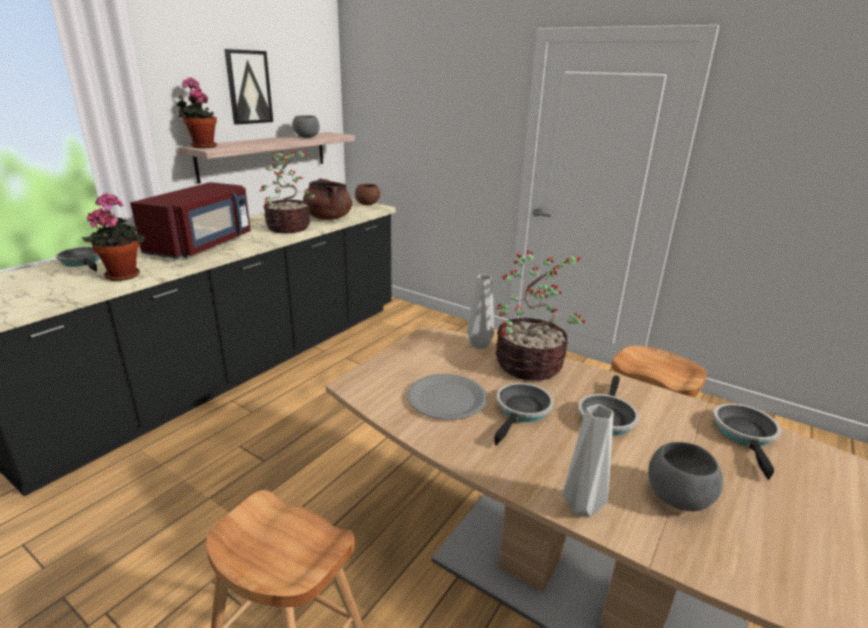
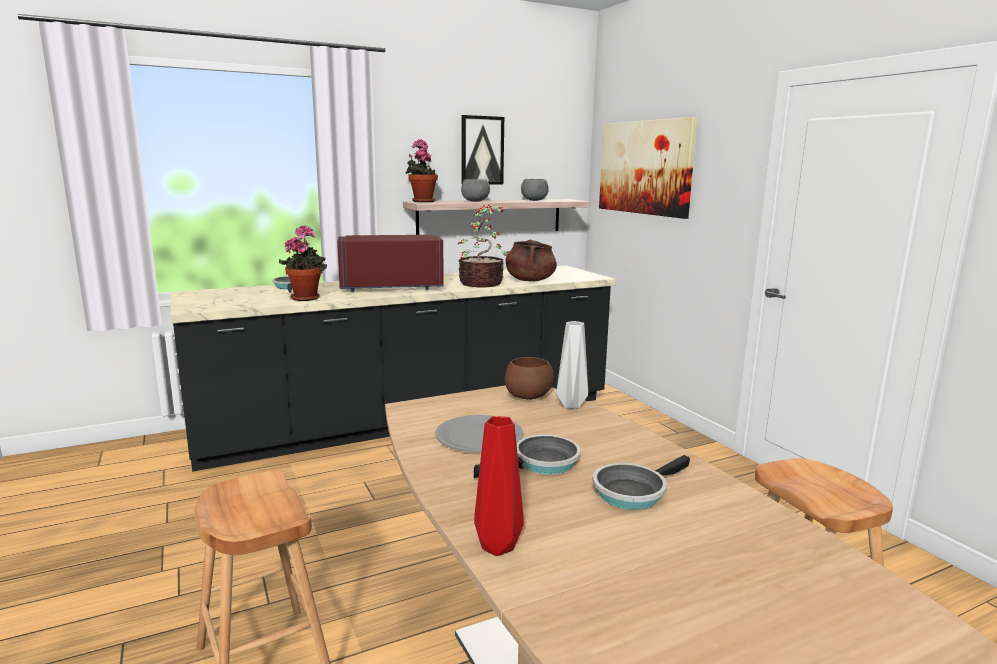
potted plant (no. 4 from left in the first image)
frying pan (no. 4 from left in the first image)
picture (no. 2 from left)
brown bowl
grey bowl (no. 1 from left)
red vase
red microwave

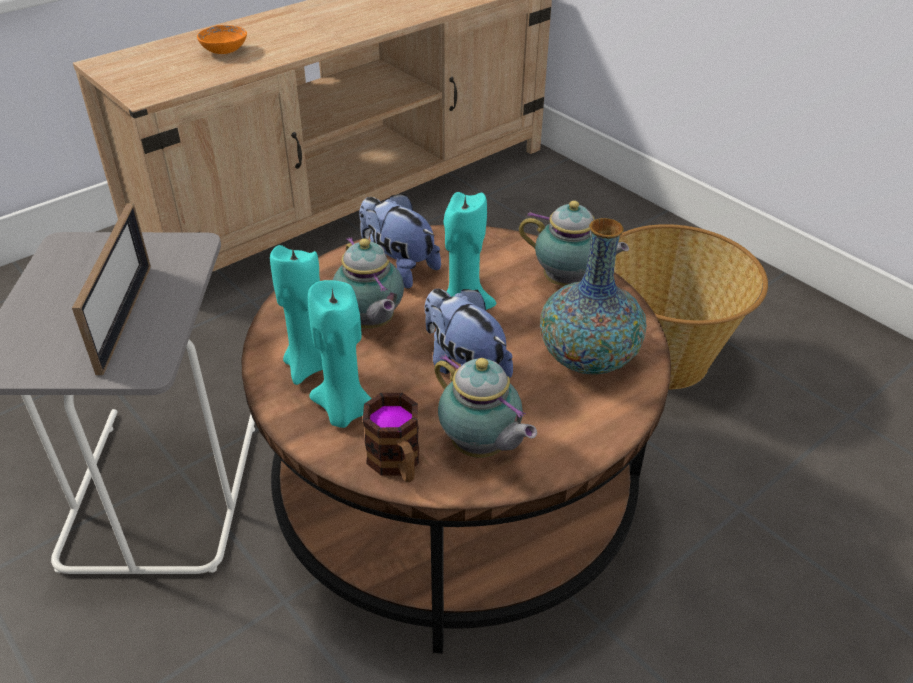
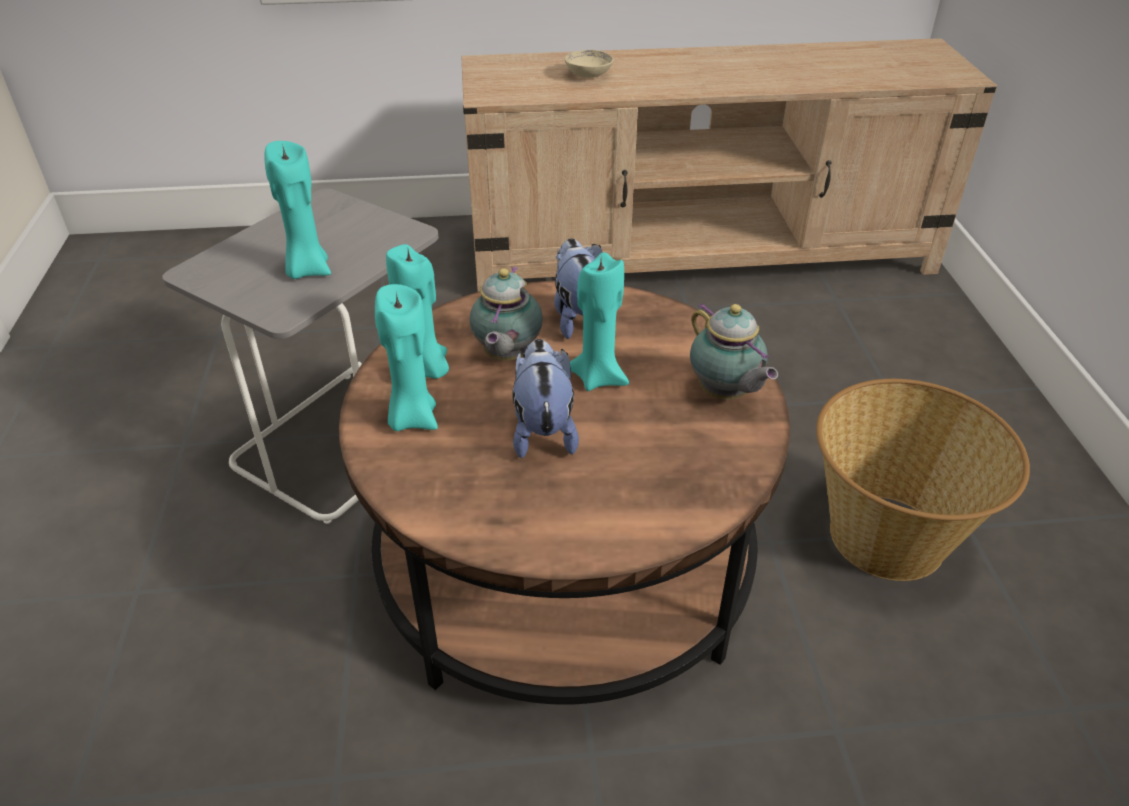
mug
teapot (no. 2 from left in the first image)
vase
turquoise candle (no. 1 from left)
beige bowl

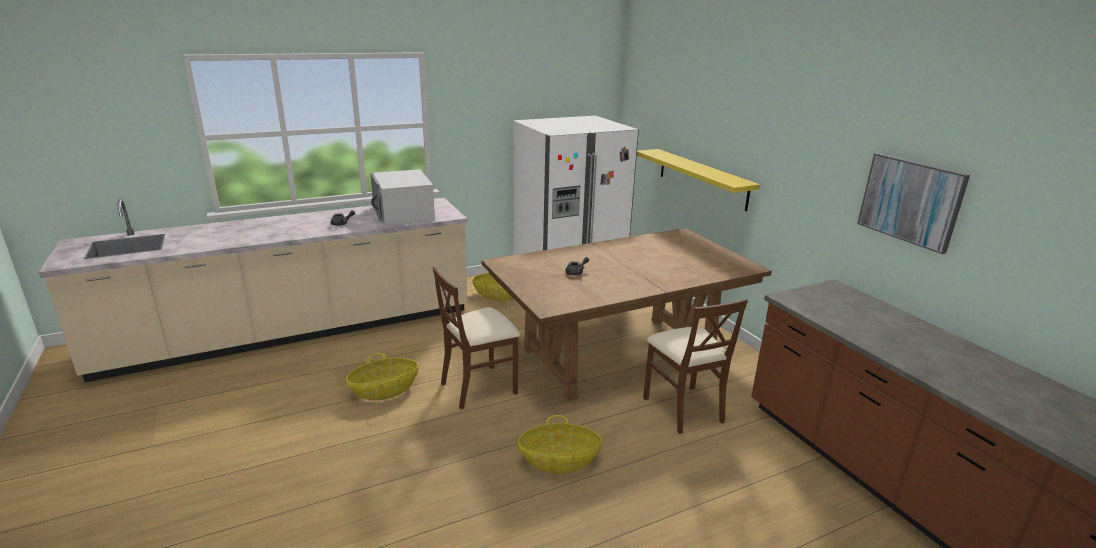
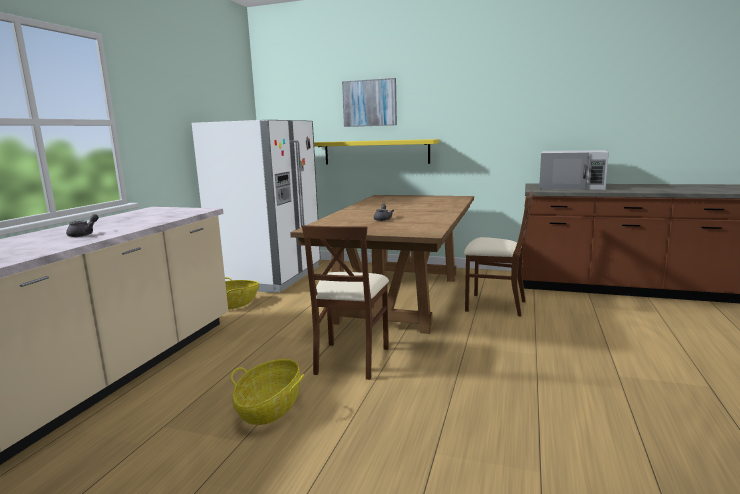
basket (no. 3 from left in the first image)
white microwave
picture

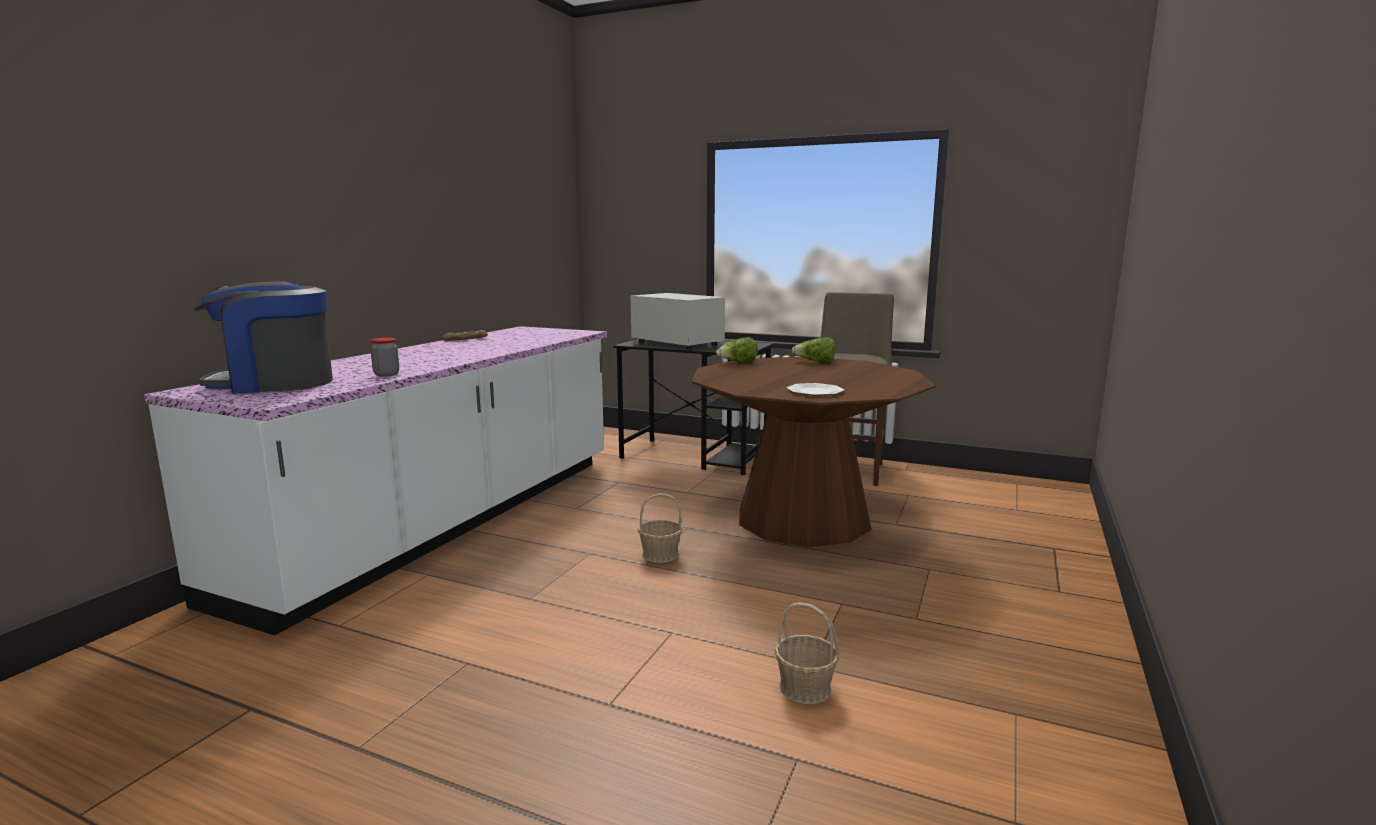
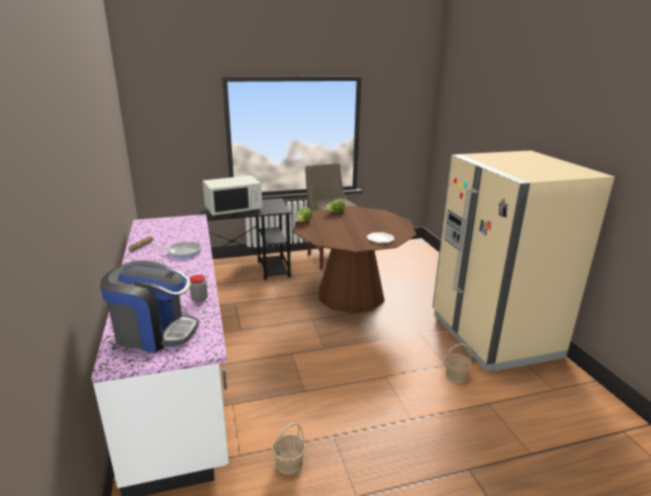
frying pan
beige fridge
basket (no. 1 from left)
coffee machine
white microwave

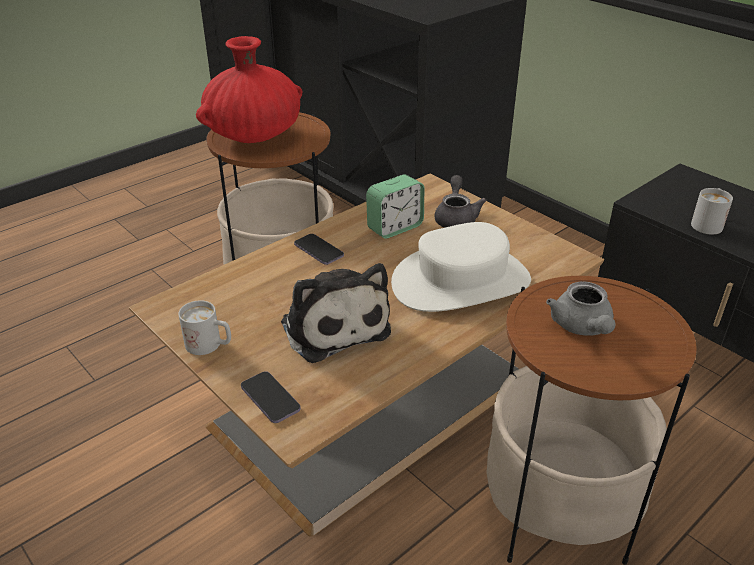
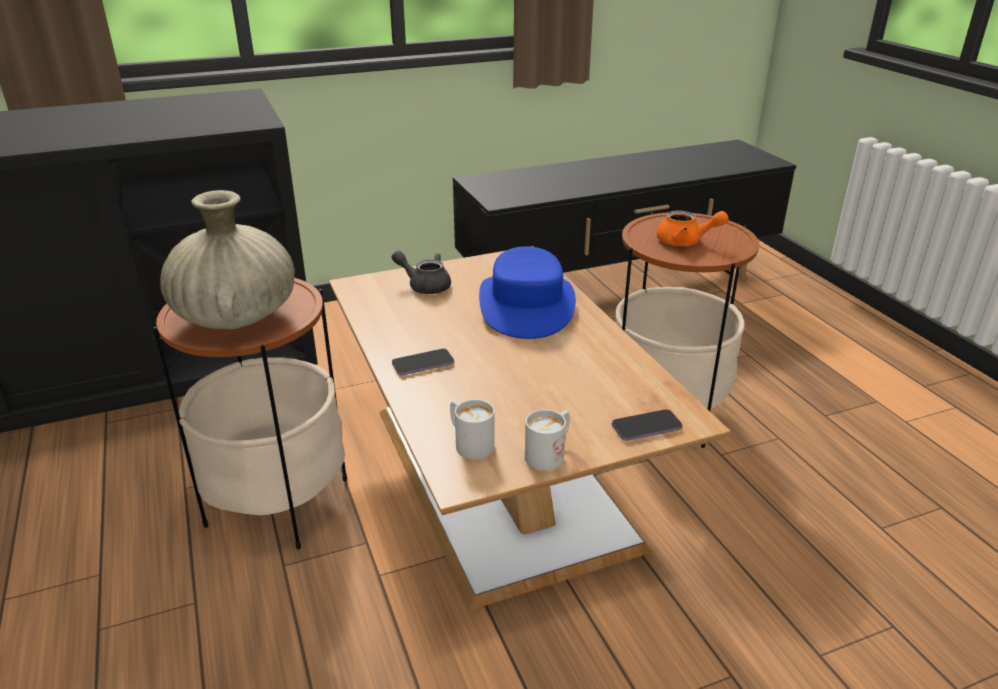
plush toy
alarm clock
white mug (no. 1 from left)
beige vase
blue hat
orange teapot

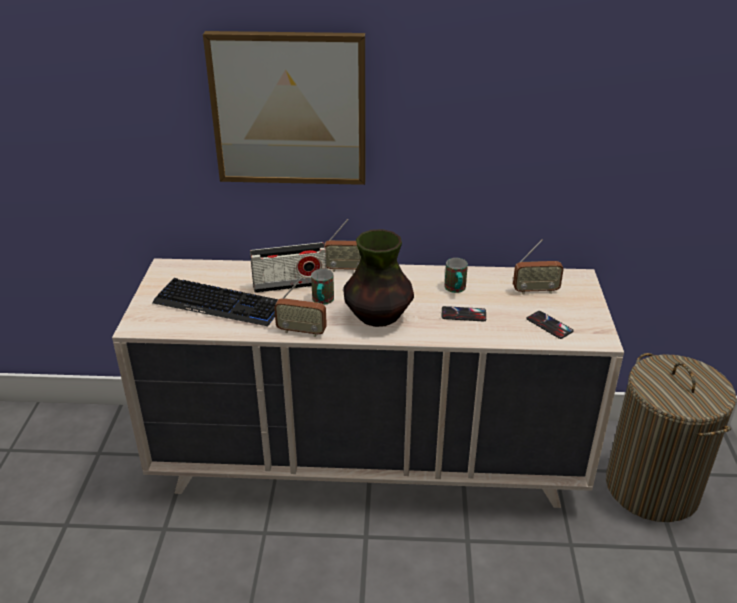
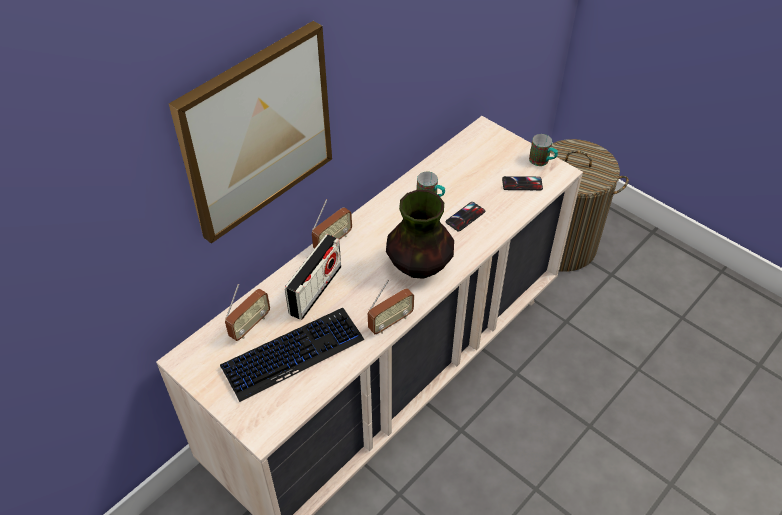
mug (no. 2 from left)
radio (no. 1 from left)

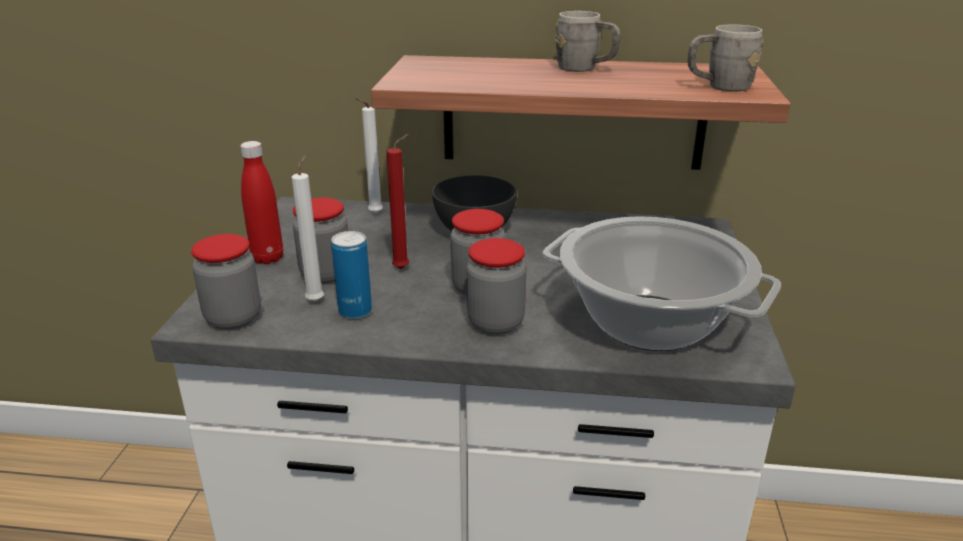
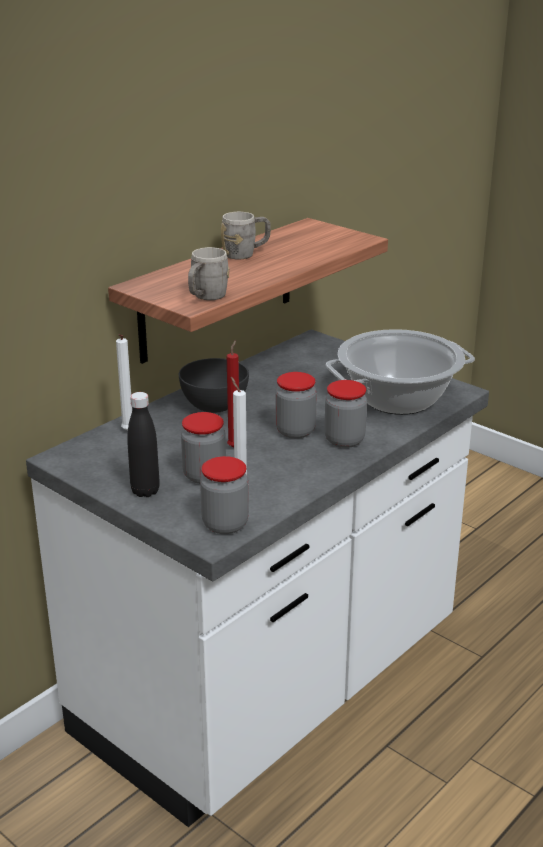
can
grey mug (no. 1 from left)
black bottle

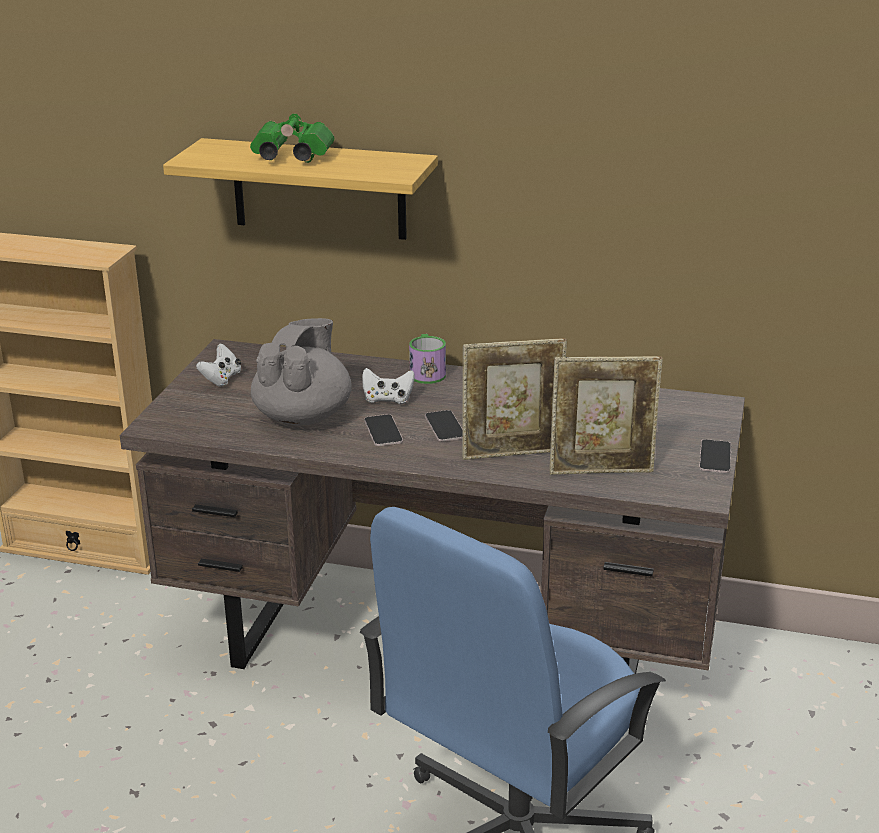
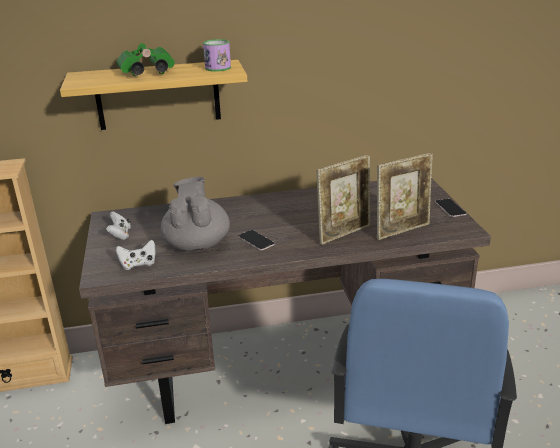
phone (no. 2 from left in the first image)
white game controller (no. 2 from left)
mug

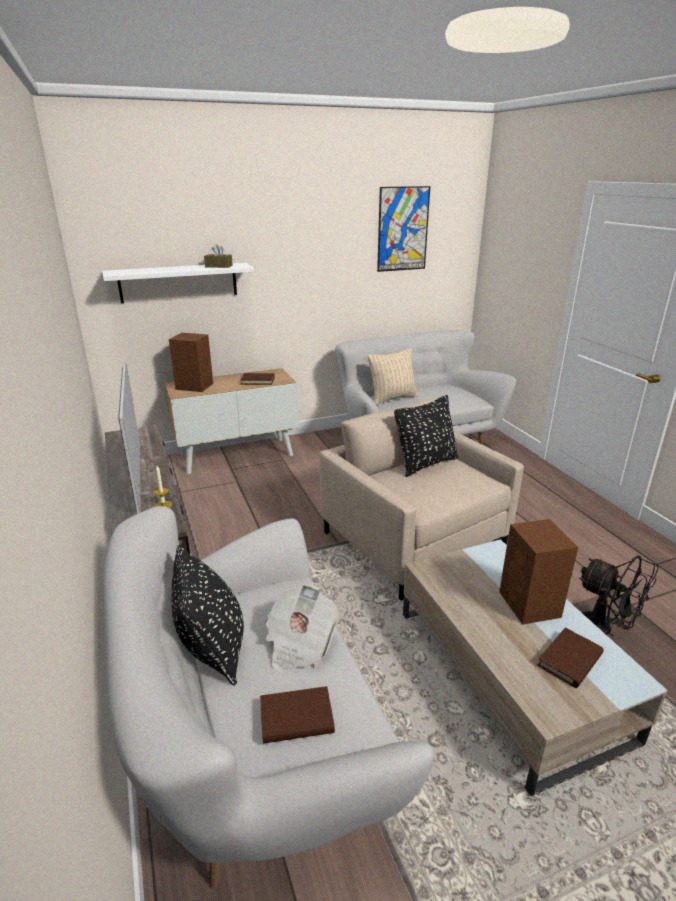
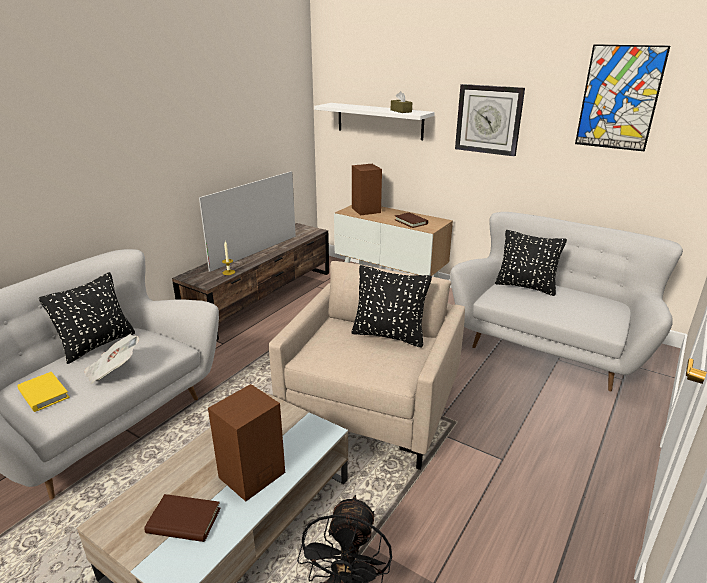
wall clock
yellow book
black pillow (no. 3 from left)

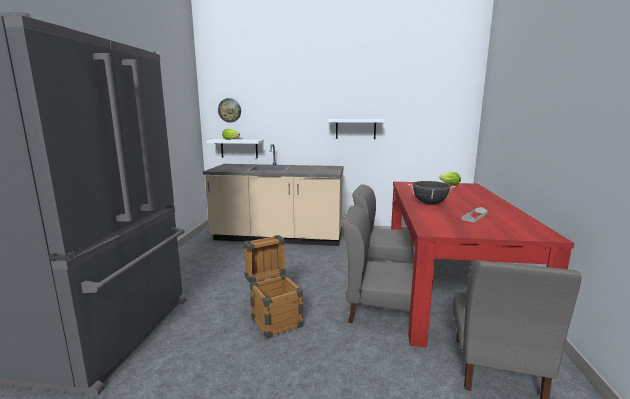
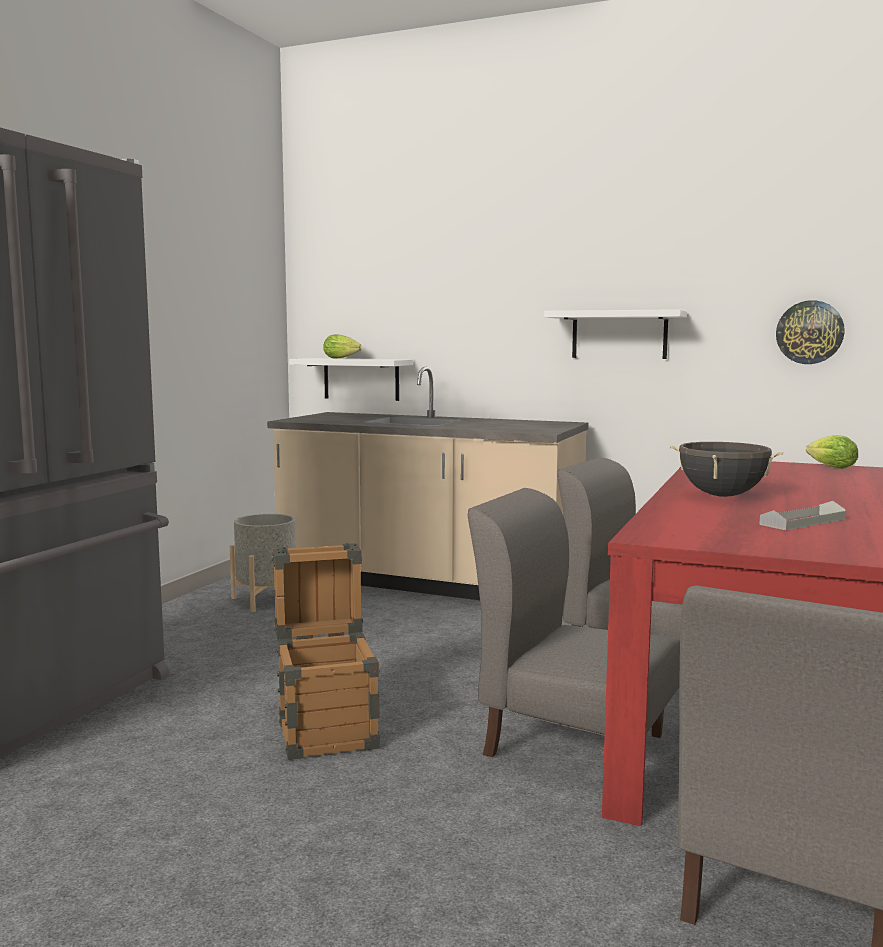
grey planter
wall clock

